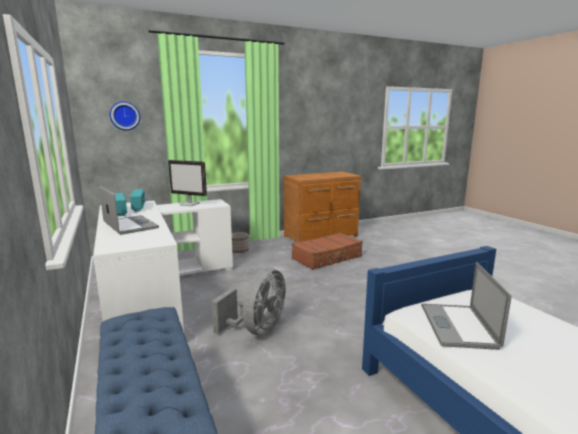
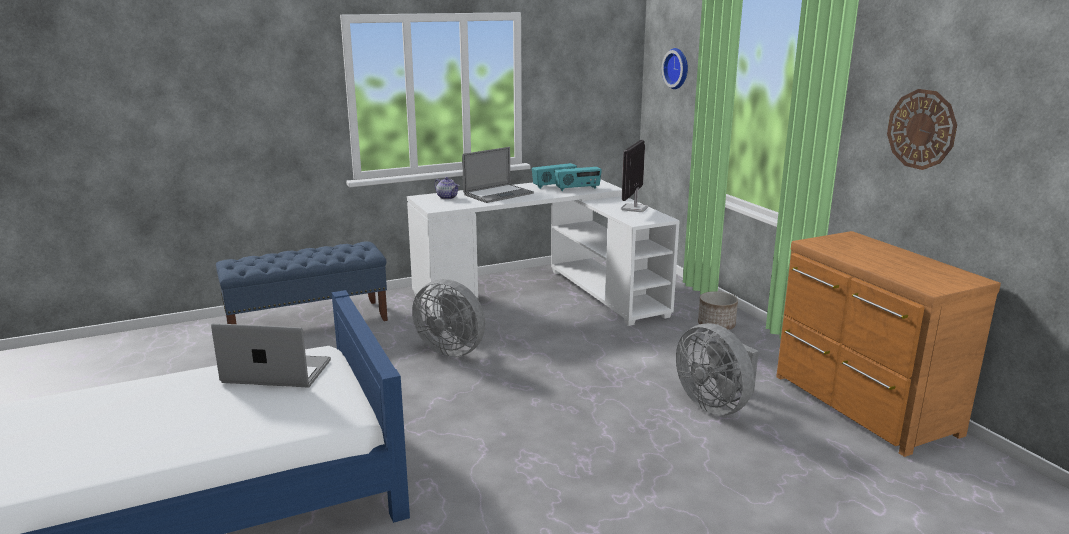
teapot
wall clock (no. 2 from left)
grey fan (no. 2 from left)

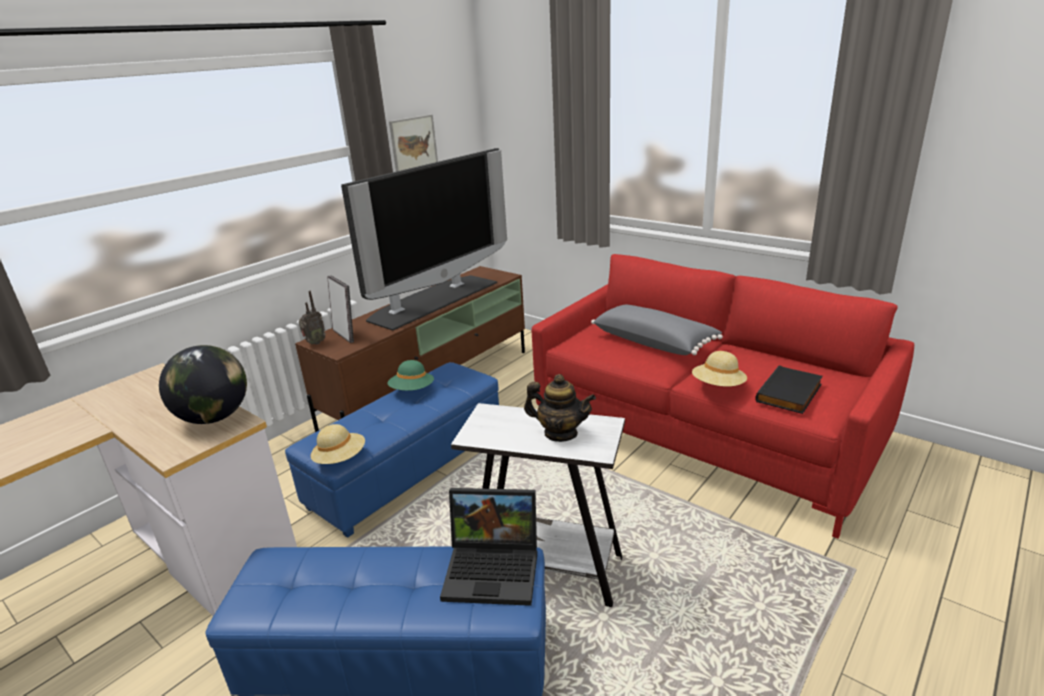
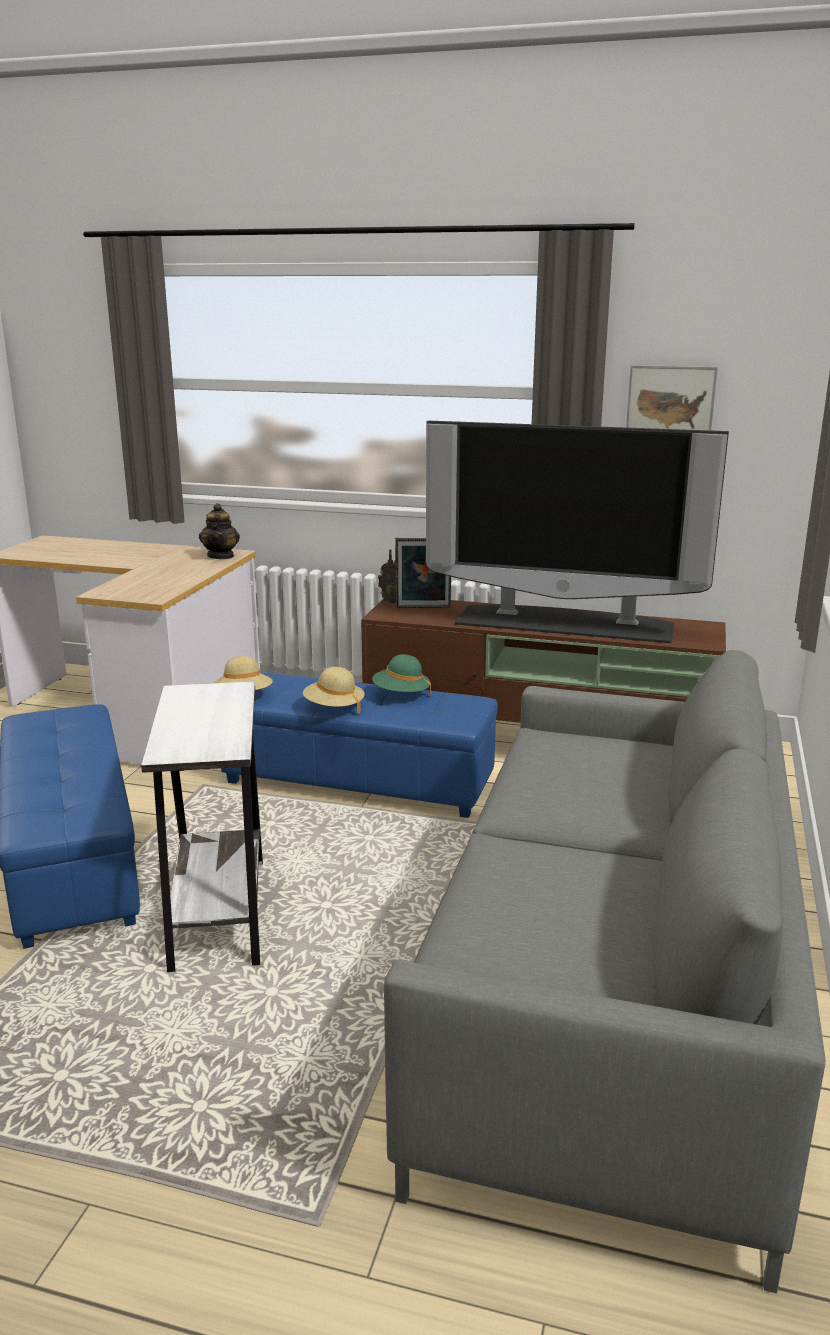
globe
laptop
grey pillow
black book
teapot
beige hat (no. 2 from left)
grey sofa
picture frame

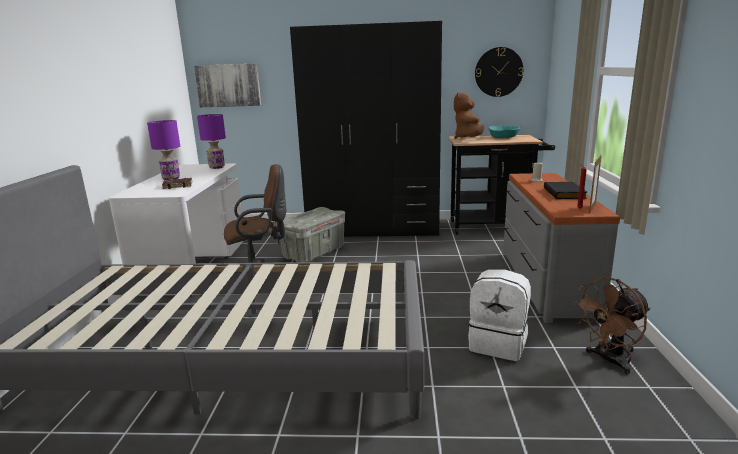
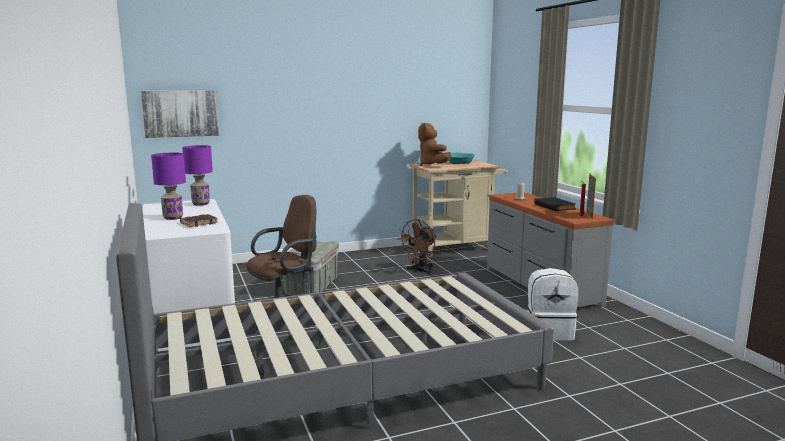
black wardrobe
wall clock
brown fan
beige cart

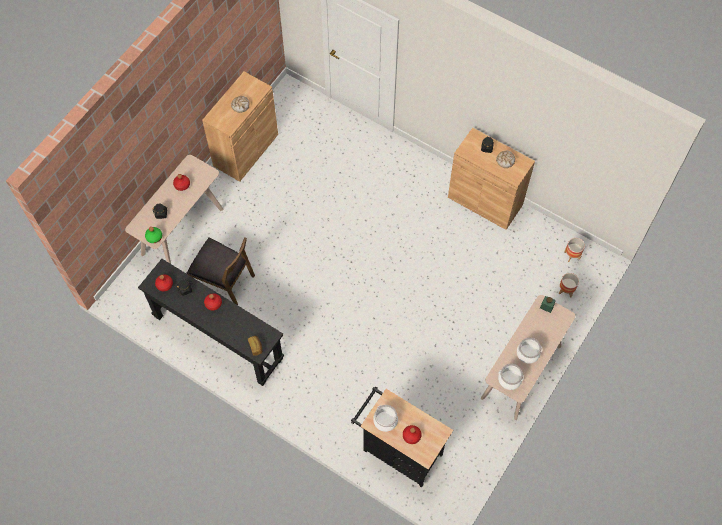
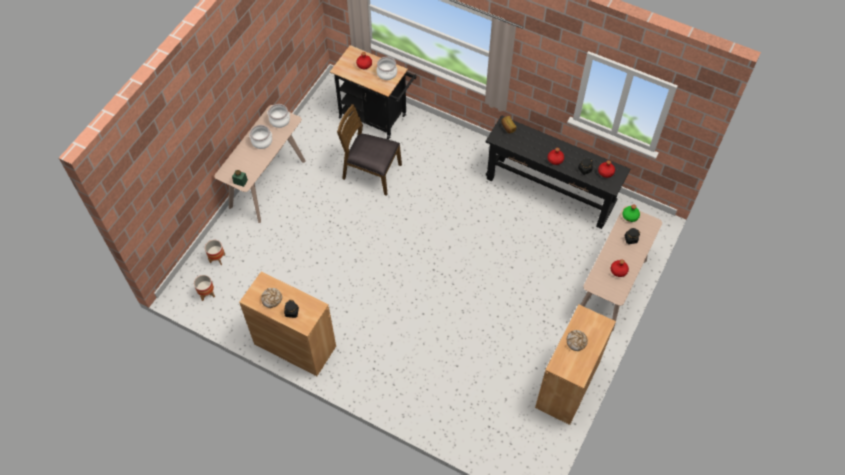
brown chair

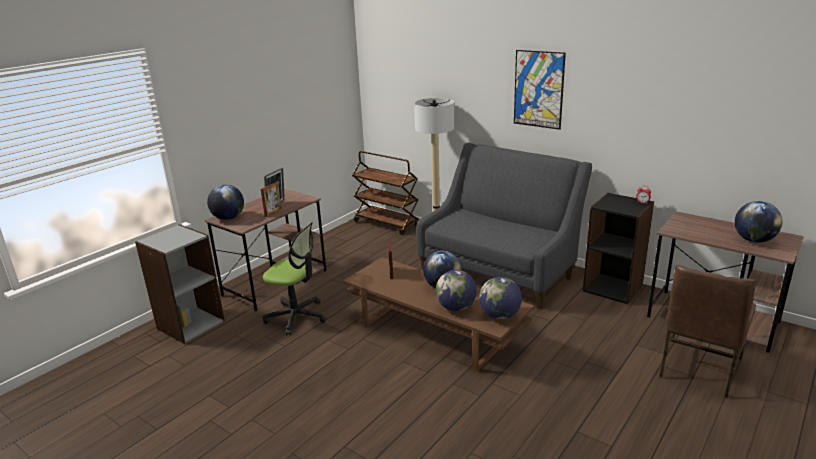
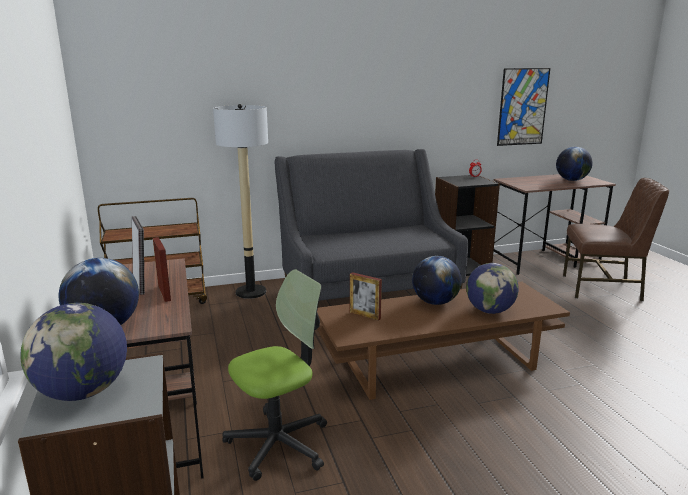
globe (no. 1 from left)
picture
brown chair

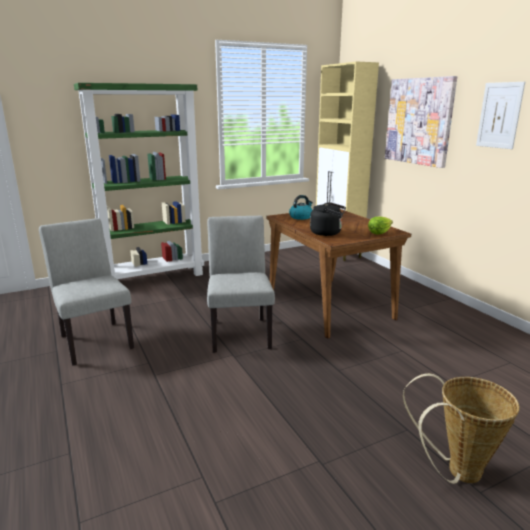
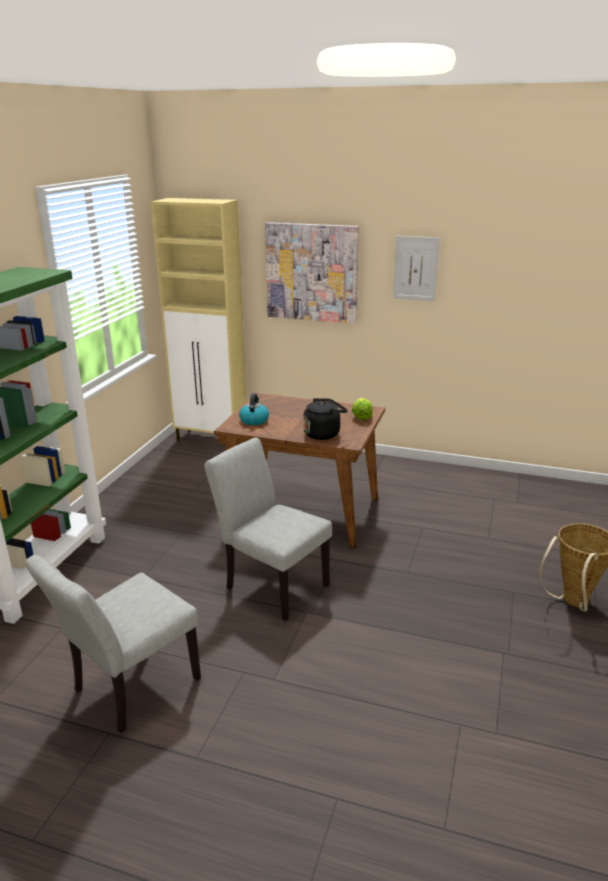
grey chair (no. 1 from left)

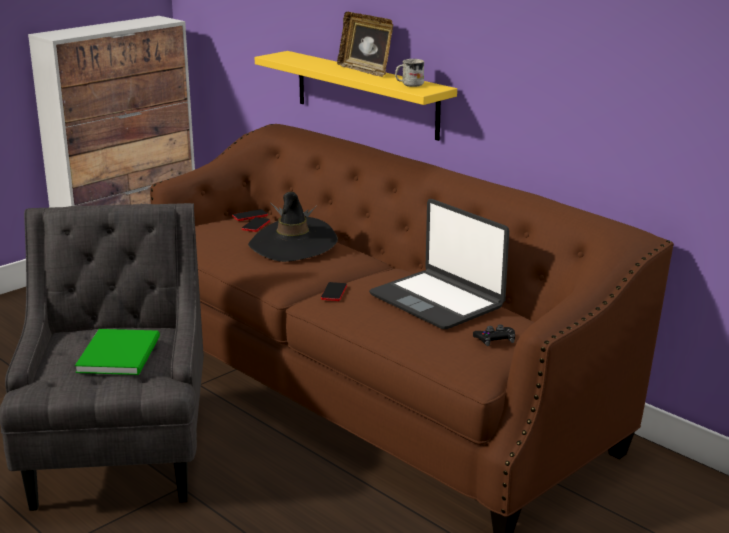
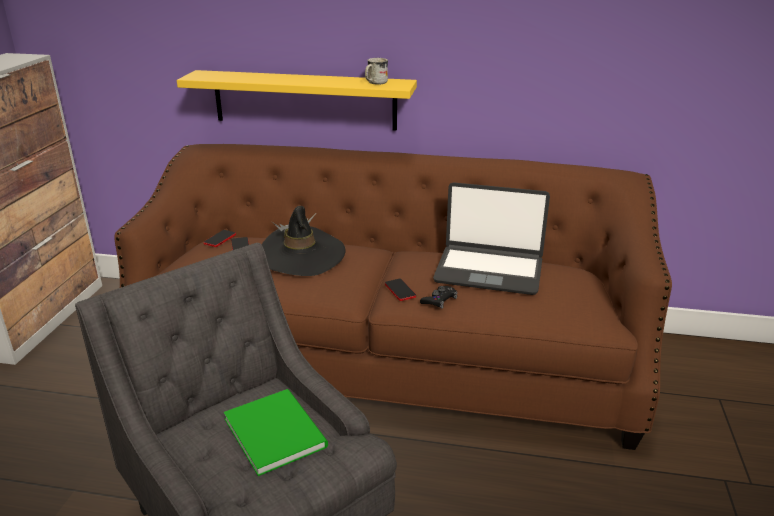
picture frame
black game controller

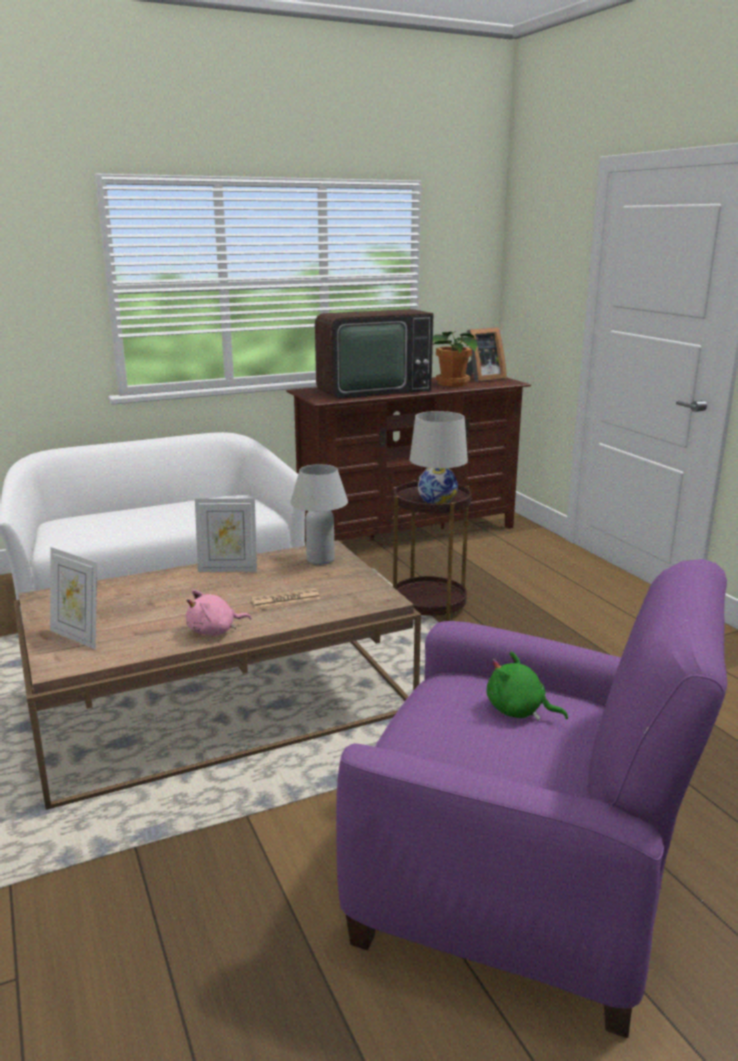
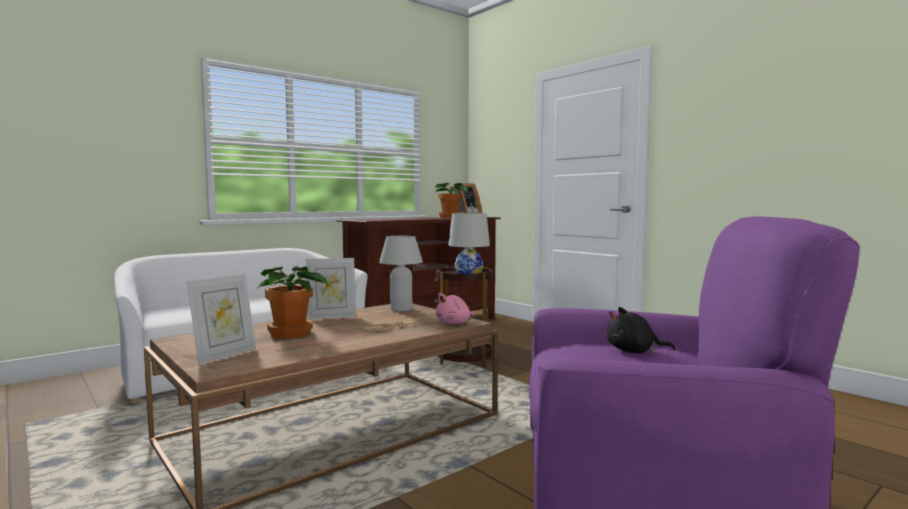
television
potted plant (no. 1 from left)
pink plush toy
black plush toy
picture frame (no. 1 from left)

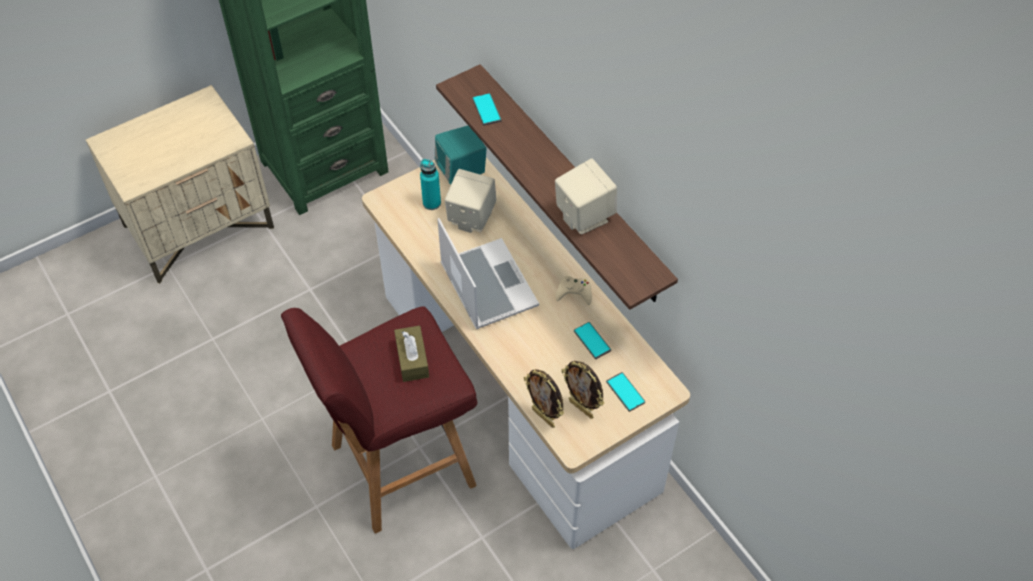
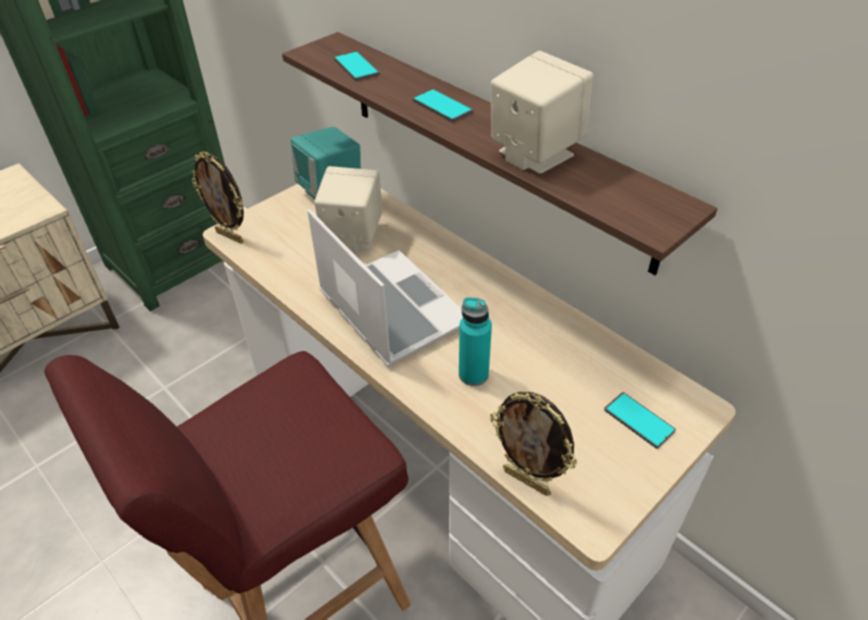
brown tissue box
beige game controller
turquoise bottle
picture frame (no. 1 from left)
phone (no. 2 from left)

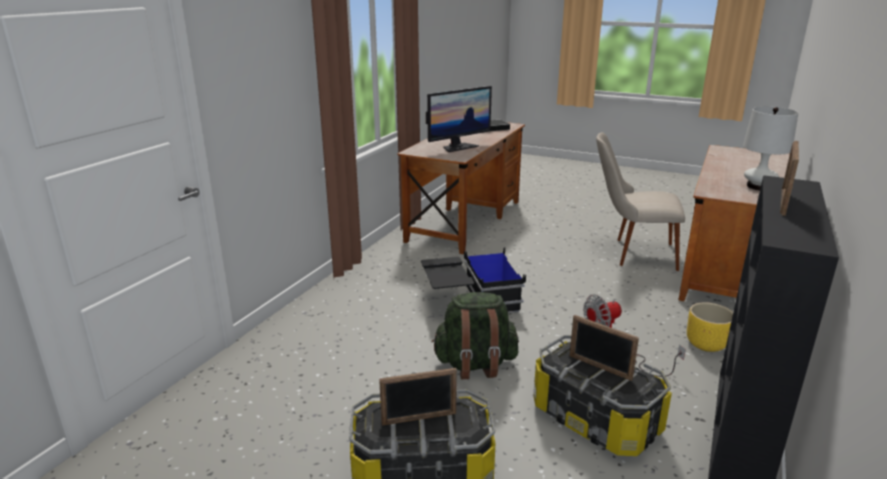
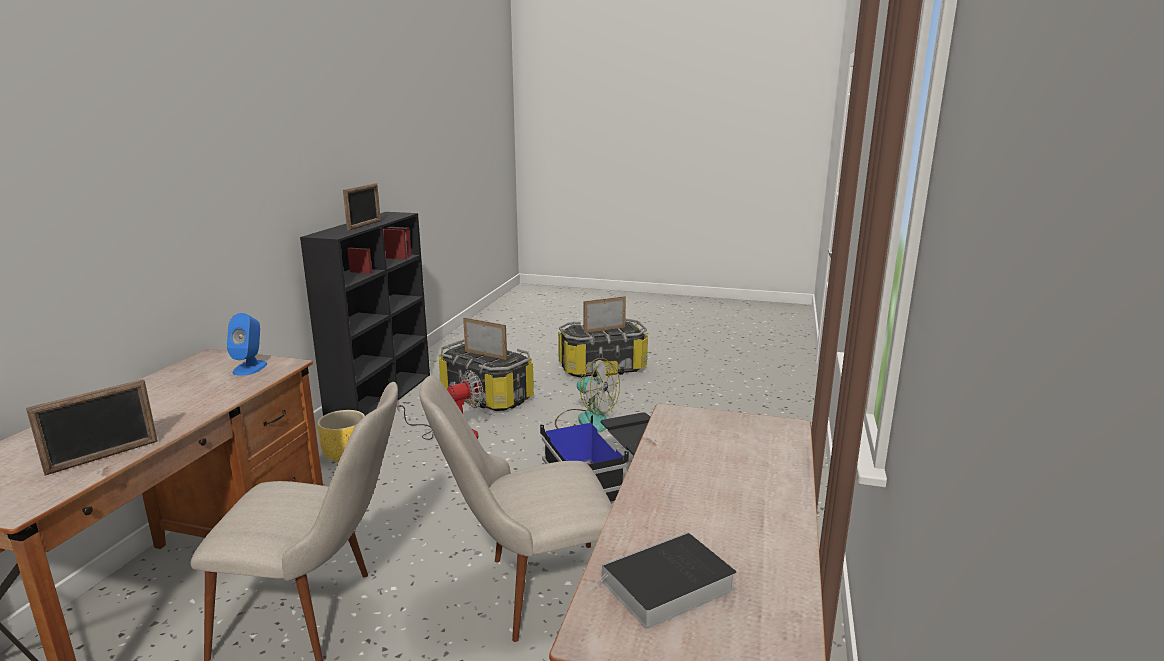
monitor
white table lamp
picture frame (no. 1 from left)
blue speaker
beige chair (no. 2 from left)
fan (no. 2 from left)

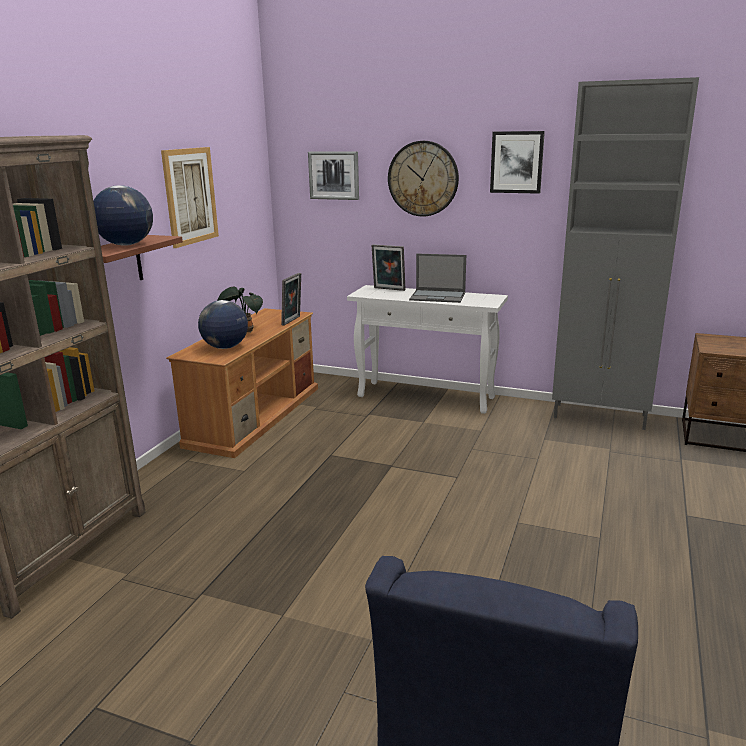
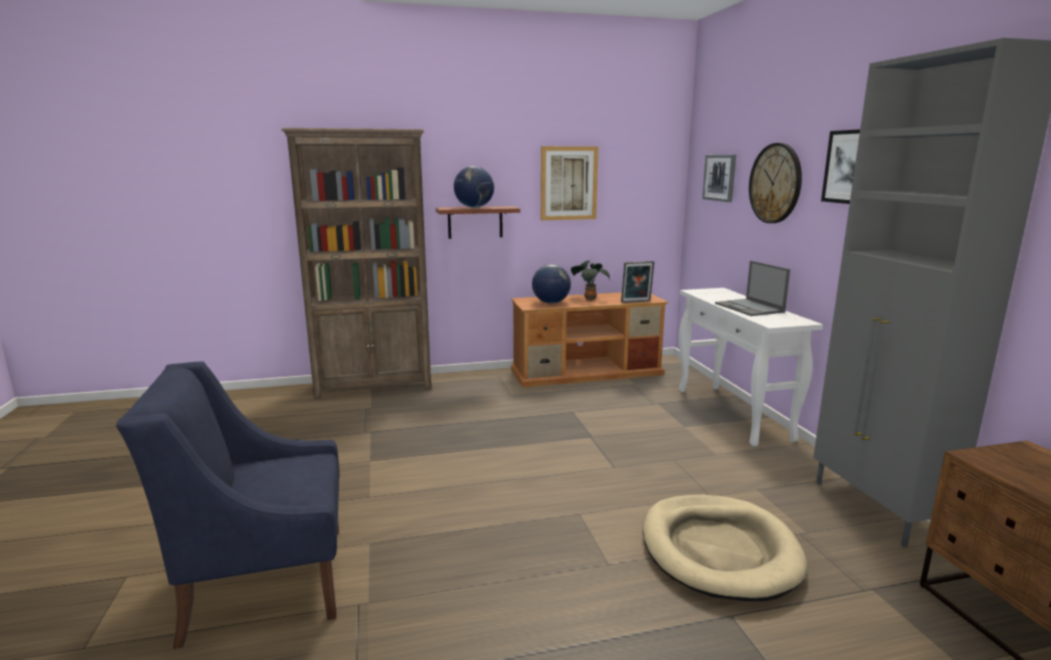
picture frame (no. 2 from left in the first image)
beige dog bed

